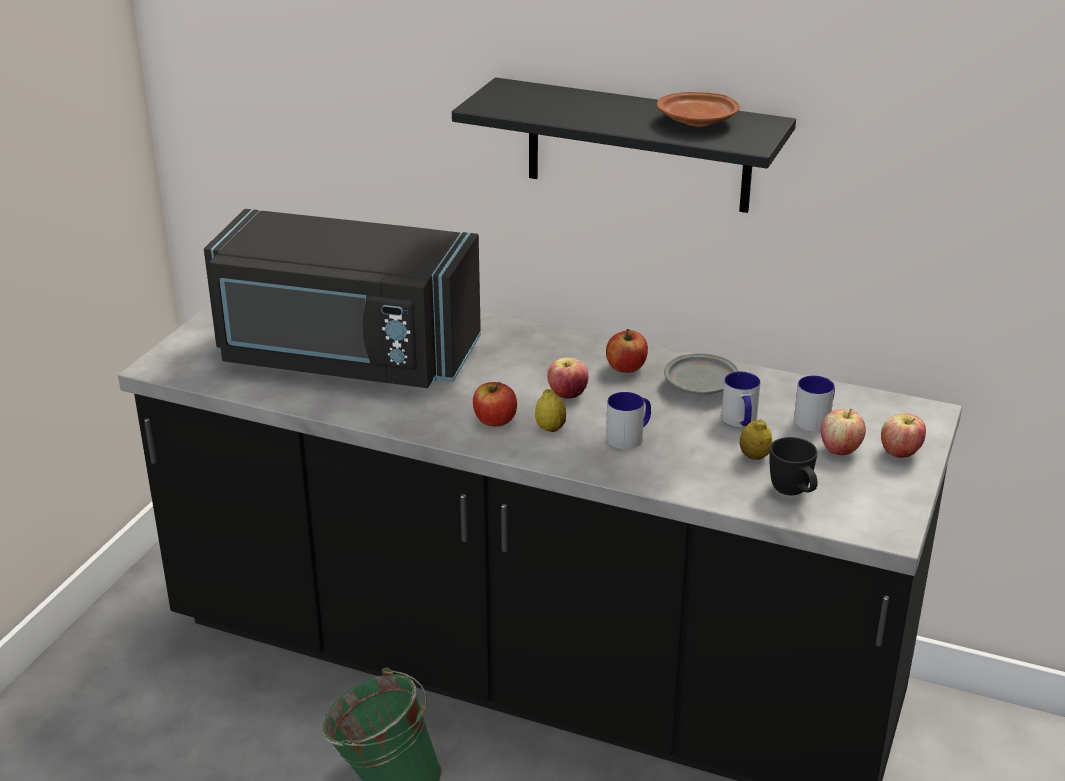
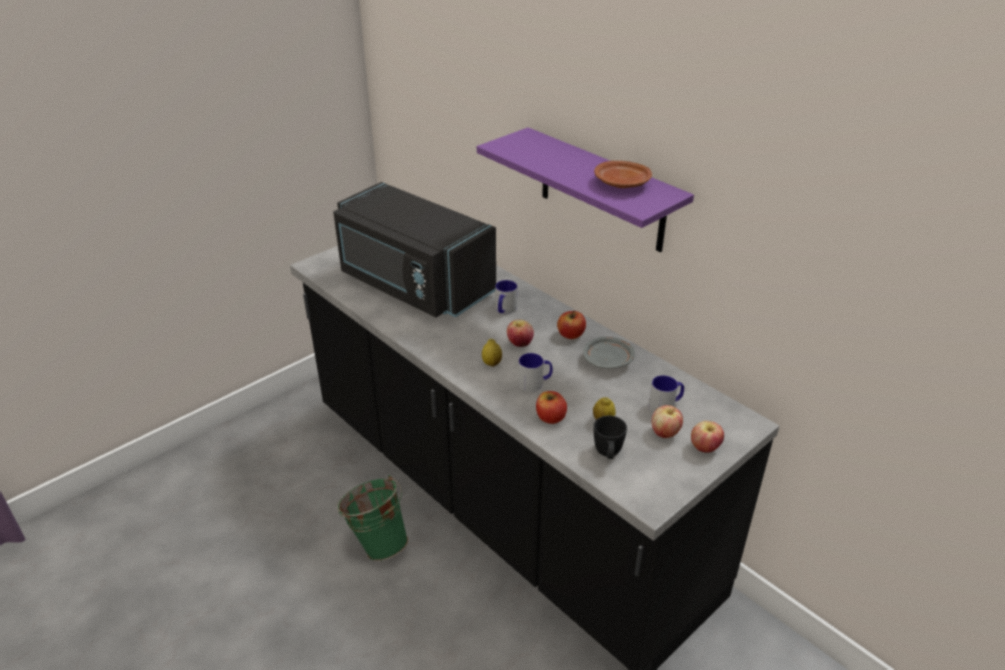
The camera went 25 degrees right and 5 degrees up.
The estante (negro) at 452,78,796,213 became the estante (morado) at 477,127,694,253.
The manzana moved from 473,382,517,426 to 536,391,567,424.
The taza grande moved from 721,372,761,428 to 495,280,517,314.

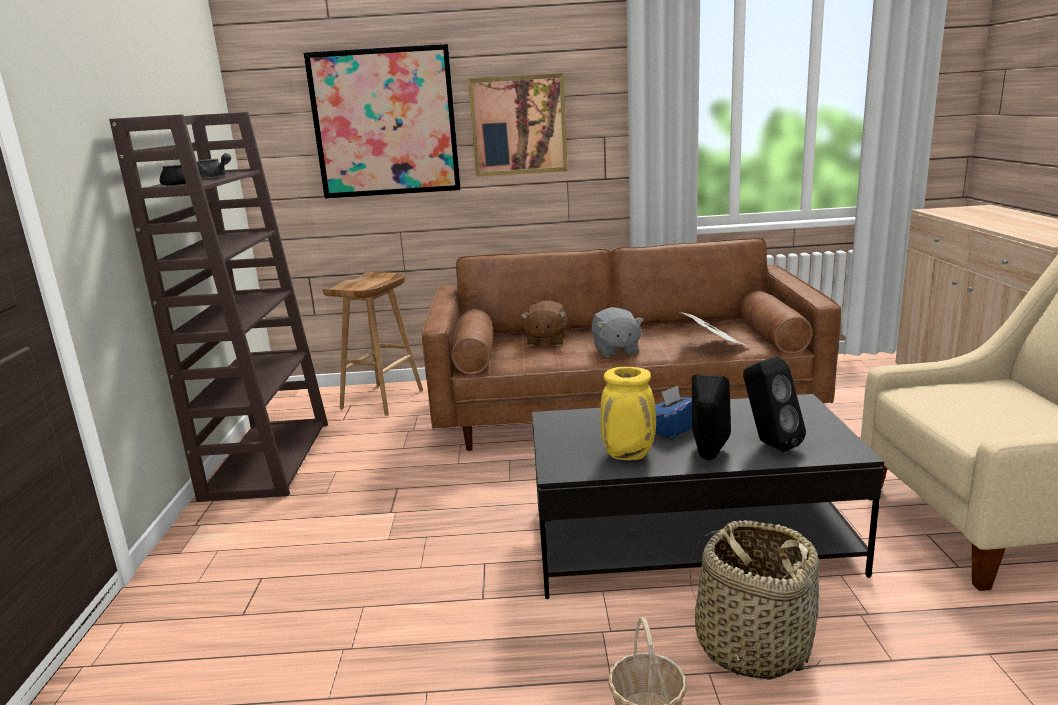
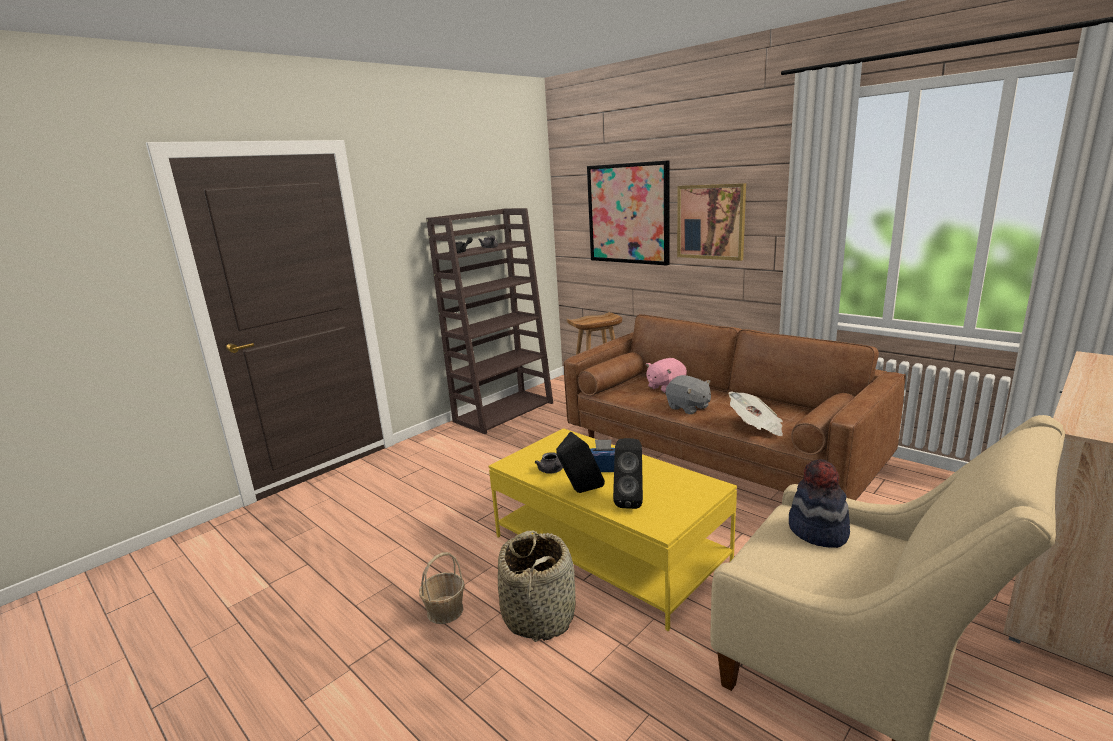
The camera went 45 degrees right and 0 degrees up.
The peluche (marrón) at 521,300,567,346 became the peluche (rosa) at 646,358,687,393.
The mesa de centro (negro) at 532,394,884,599 became the mesa de centro (amarillo) at 489,428,737,631.
The peluche (gris) at 591,307,644,357 turned 75 degrees counterclockwise.
The florero (amarillo) at 601,367,656,460 was replaced by the tetera (gris) at 535,452,563,474.
The sombrero at 789,459,850,548 appeared.

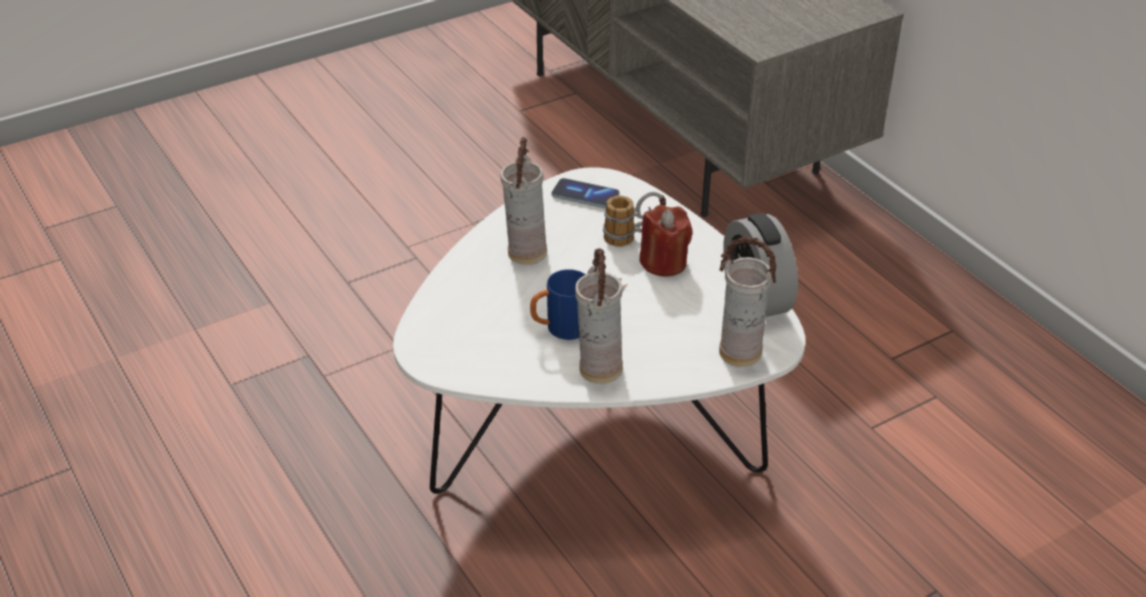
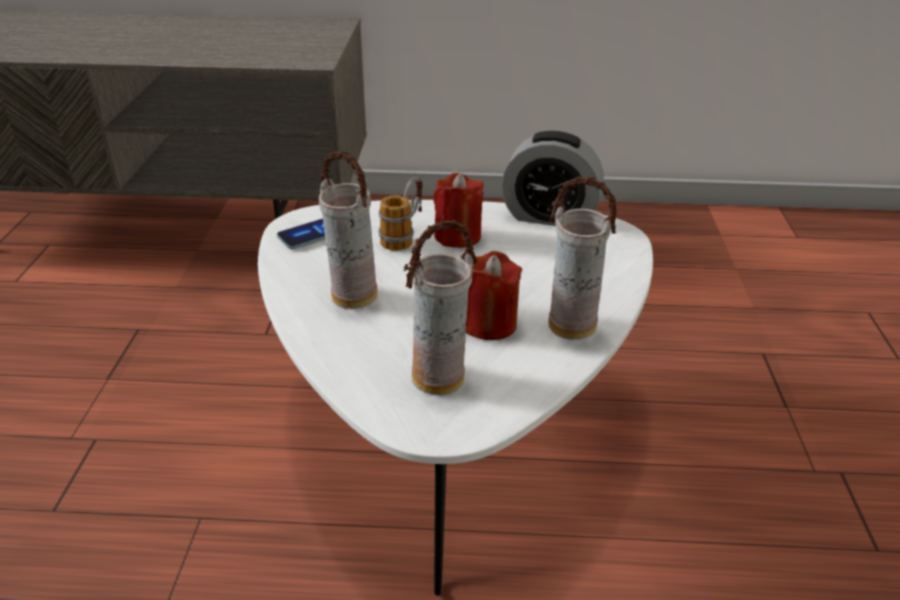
The camera went 55 degrees left and 5 degrees down.
The taza grande (azul) at 530,269,586,340 was replaced by the vela (rojo) at 466,251,522,340.
The florero moved from 719,236,777,367 to 404,220,477,396.

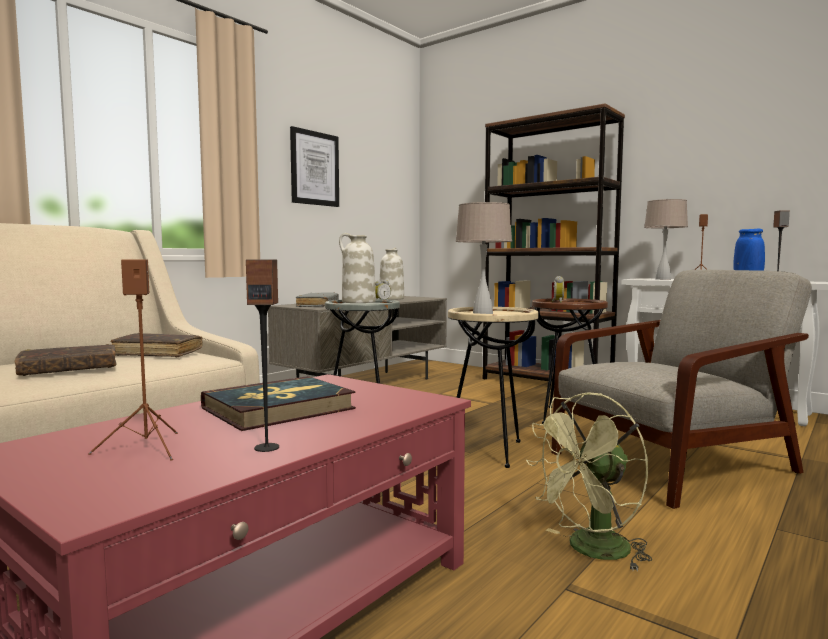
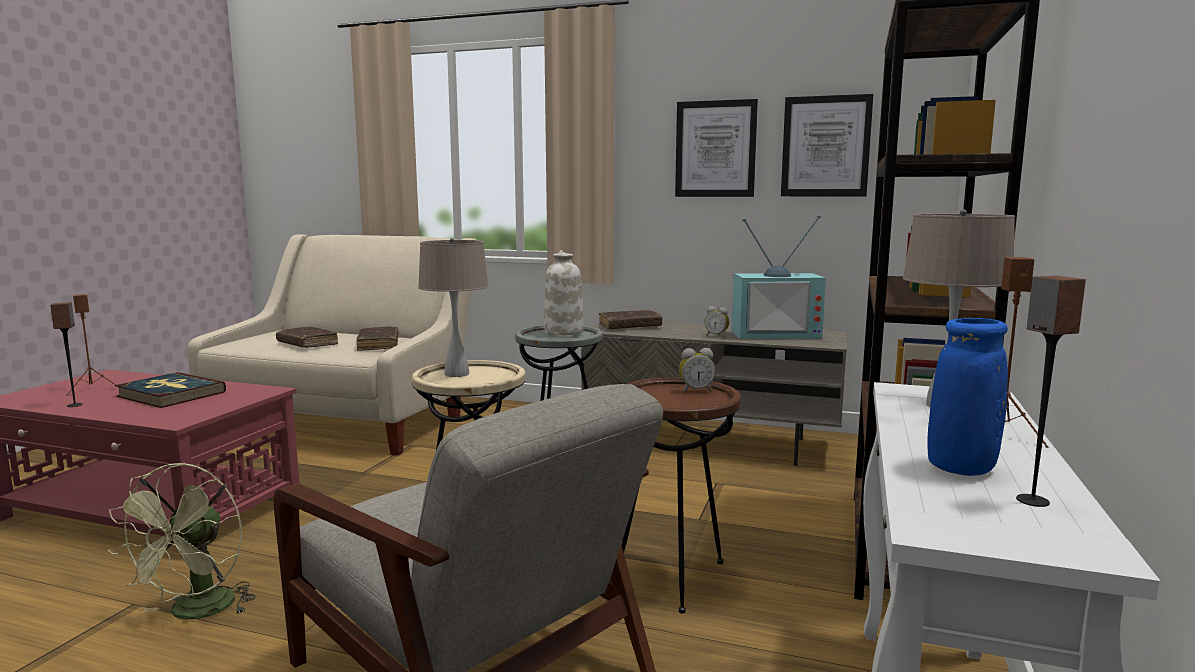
The camera went 70 degrees right and 5 degrees up.
The libro (gris) at 296,292,339,307 became the libro (marrón) at 599,310,662,330.
The florero (blanco) at 380,247,404,300 was replaced by the televisor at 732,214,826,339.
The ventilador (verde) at 526,392,652,572 turned 120 degrees counterclockwise.
The cuadro at 781,94,873,197 appeared.

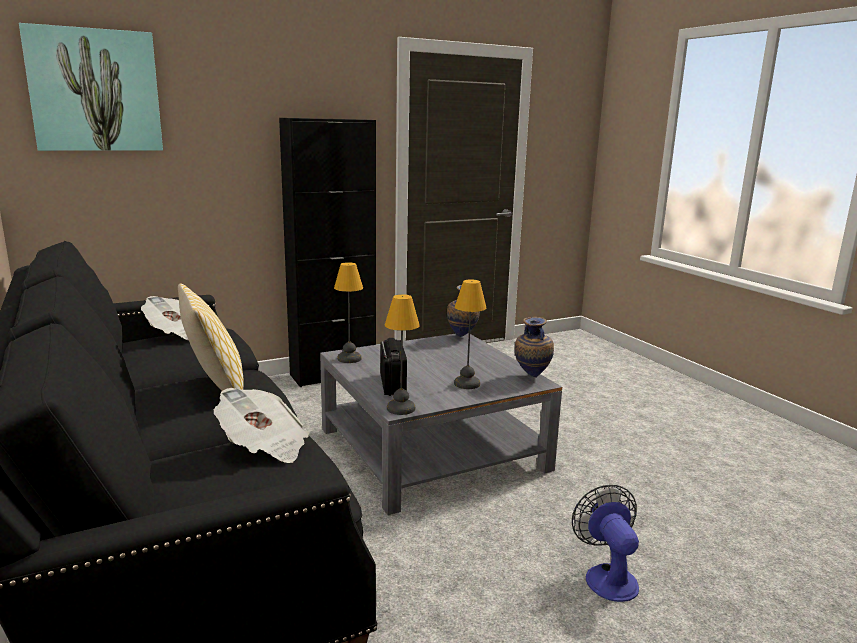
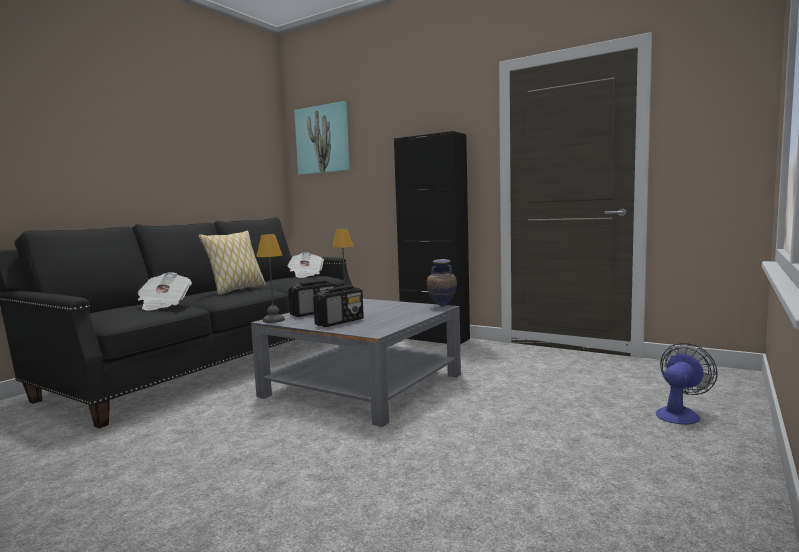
The camera went 60 degrees right and 10 degrees down.
The lámpara de mesa at 454,279,486,389 was replaced by the radio at 313,285,364,327.
The florero at 515,317,554,377 disappeared.
The ventilador moved from 572,485,639,602 to 656,343,718,425.

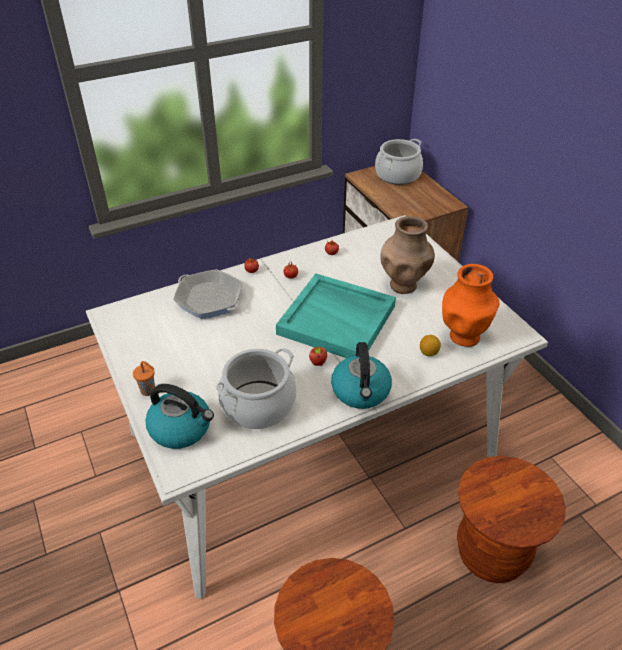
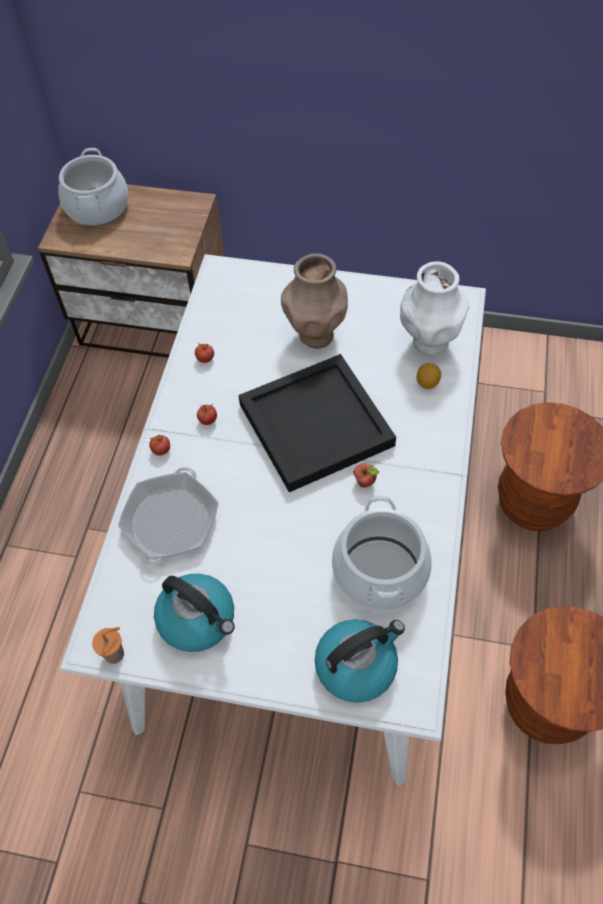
The camera went 50 degrees left and 15 degrees up.
The taza (naranja) moved from 133,361,155,396 to 92,627,124,664.
The sartén at 173,269,242,319 turned 60 degrees counterclockwise.
The bandeja (turquesa) at 276,274,396,358 became the bandeja (negro) at 238,354,396,492.
The hervidor moved from 331,342,392,409 to 154,574,235,652.
The florero (naranja) at 442,264,500,347 became the florero (blanco) at 400,261,469,355.

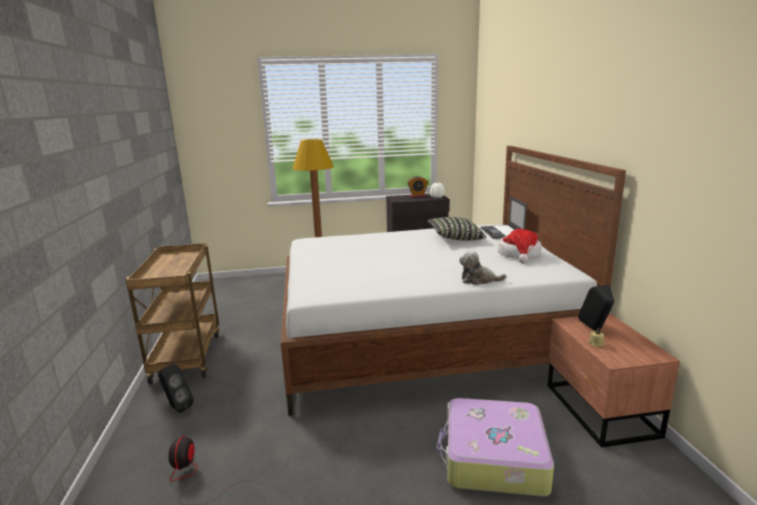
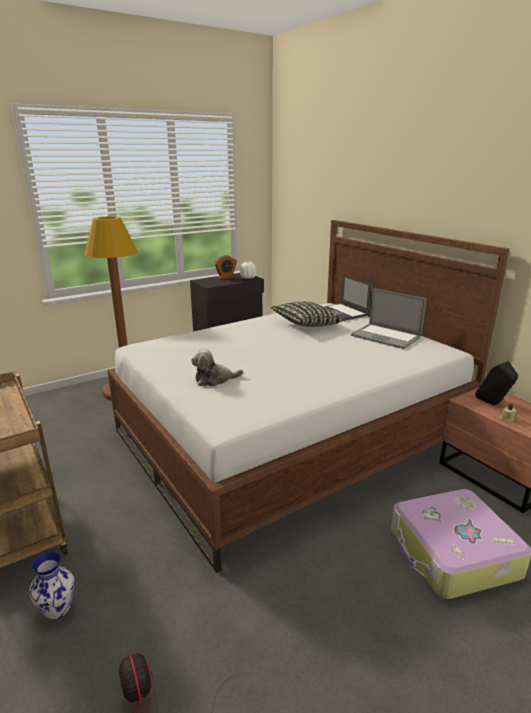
The camera went 25 degrees left and 5 degrees up.
The altavoz (negro) at 158,364,194,413 was replaced by the florero at 29,551,75,620.
The peluche moved from 459,250,507,285 to 191,349,243,386.
The sombrero at 498,229,541,264 was replaced by the portátil at 351,288,426,349.

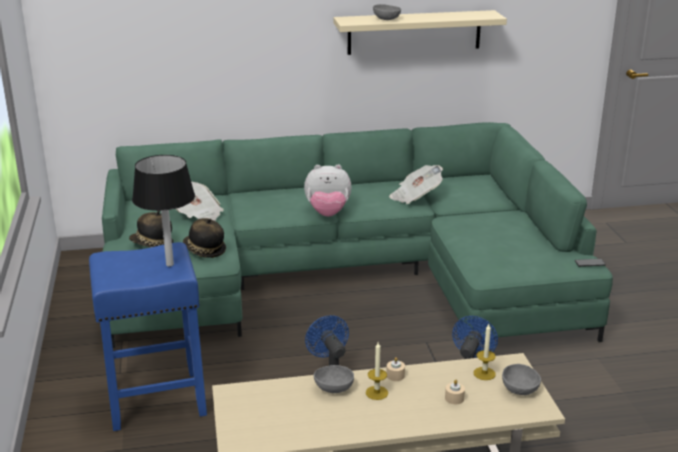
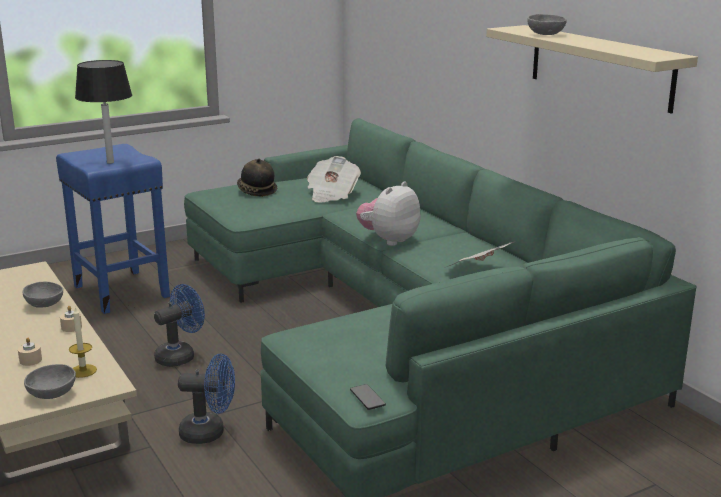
The camera went 70 degrees right and 5 degrees down.
The sombrero at 183,218,226,258 disappeared.
The peluche at 304,164,352,217 turned 60 degrees clockwise.
The vela at 366,342,388,400 disappeared.

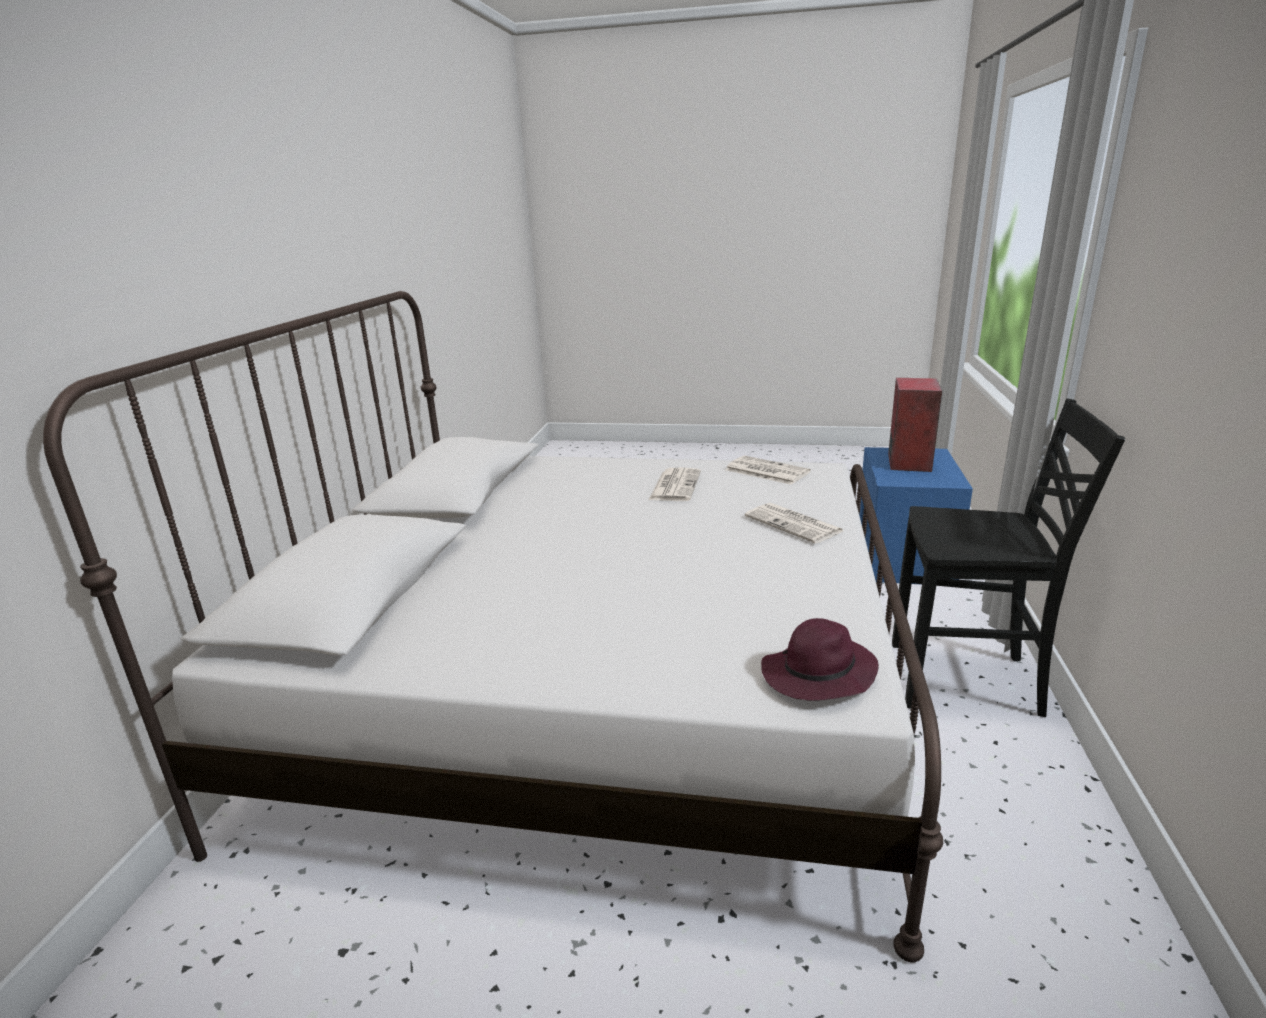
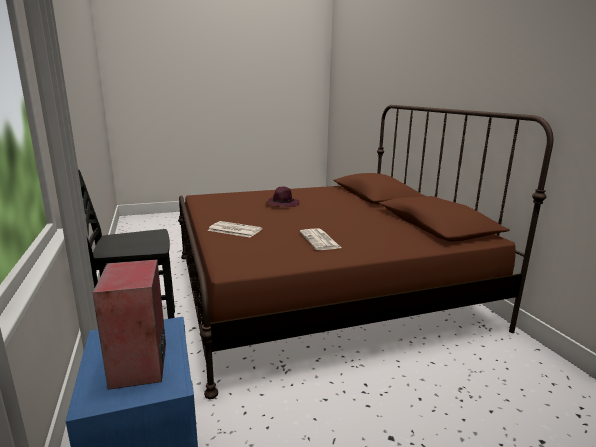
The camera went 150 degrees right and 5 degrees down.
The cama (blanco) at 43,291,943,962 became the cama (marrón) at 178,105,553,399.
The periódico at 725,456,811,485 disappeared.
The sombrero (morado) moved from 761,618,879,701 to 267,186,300,207.

